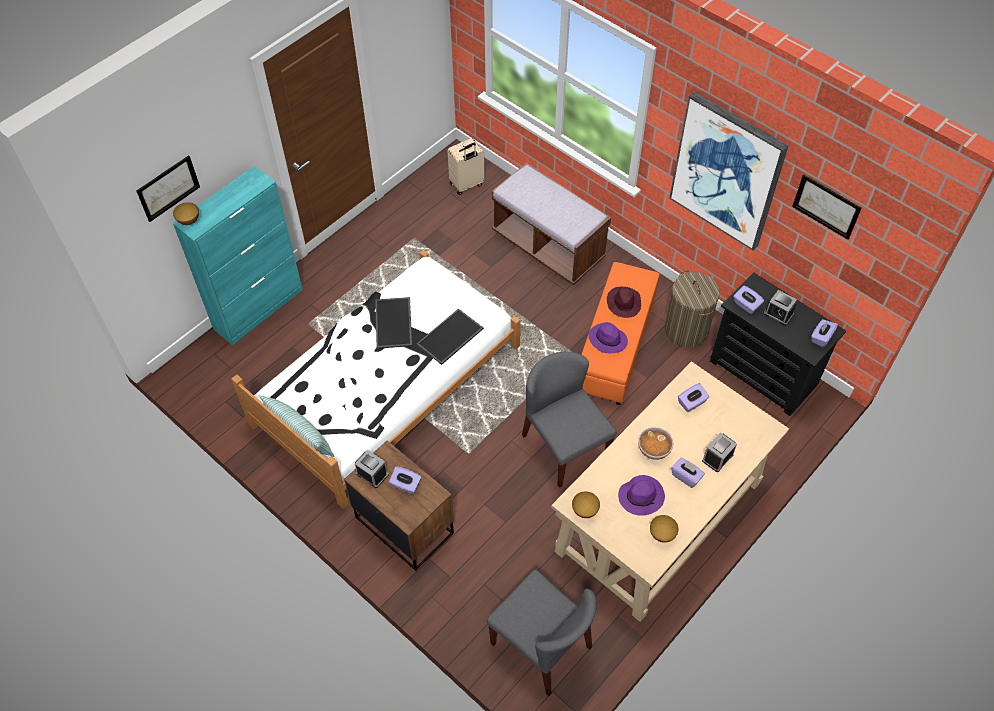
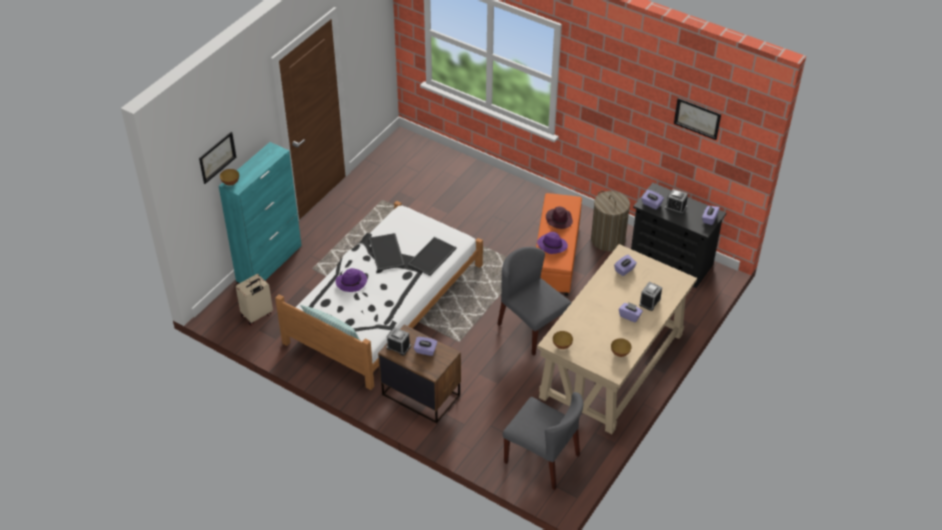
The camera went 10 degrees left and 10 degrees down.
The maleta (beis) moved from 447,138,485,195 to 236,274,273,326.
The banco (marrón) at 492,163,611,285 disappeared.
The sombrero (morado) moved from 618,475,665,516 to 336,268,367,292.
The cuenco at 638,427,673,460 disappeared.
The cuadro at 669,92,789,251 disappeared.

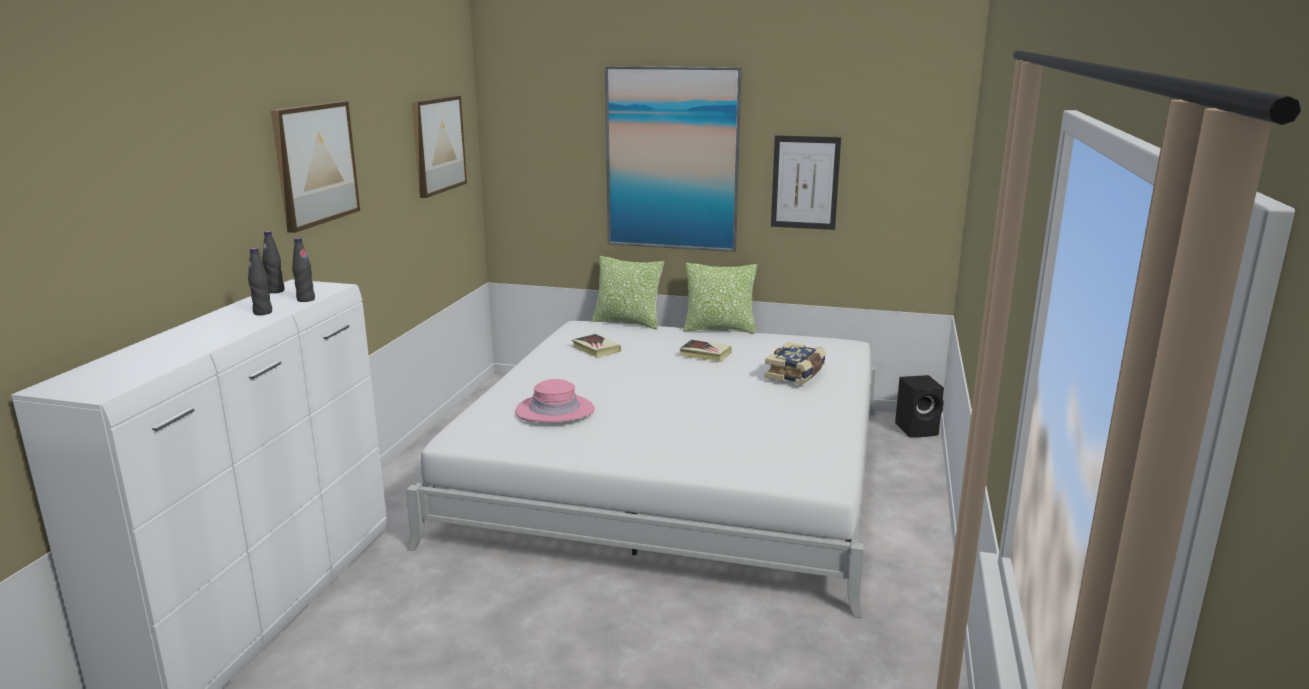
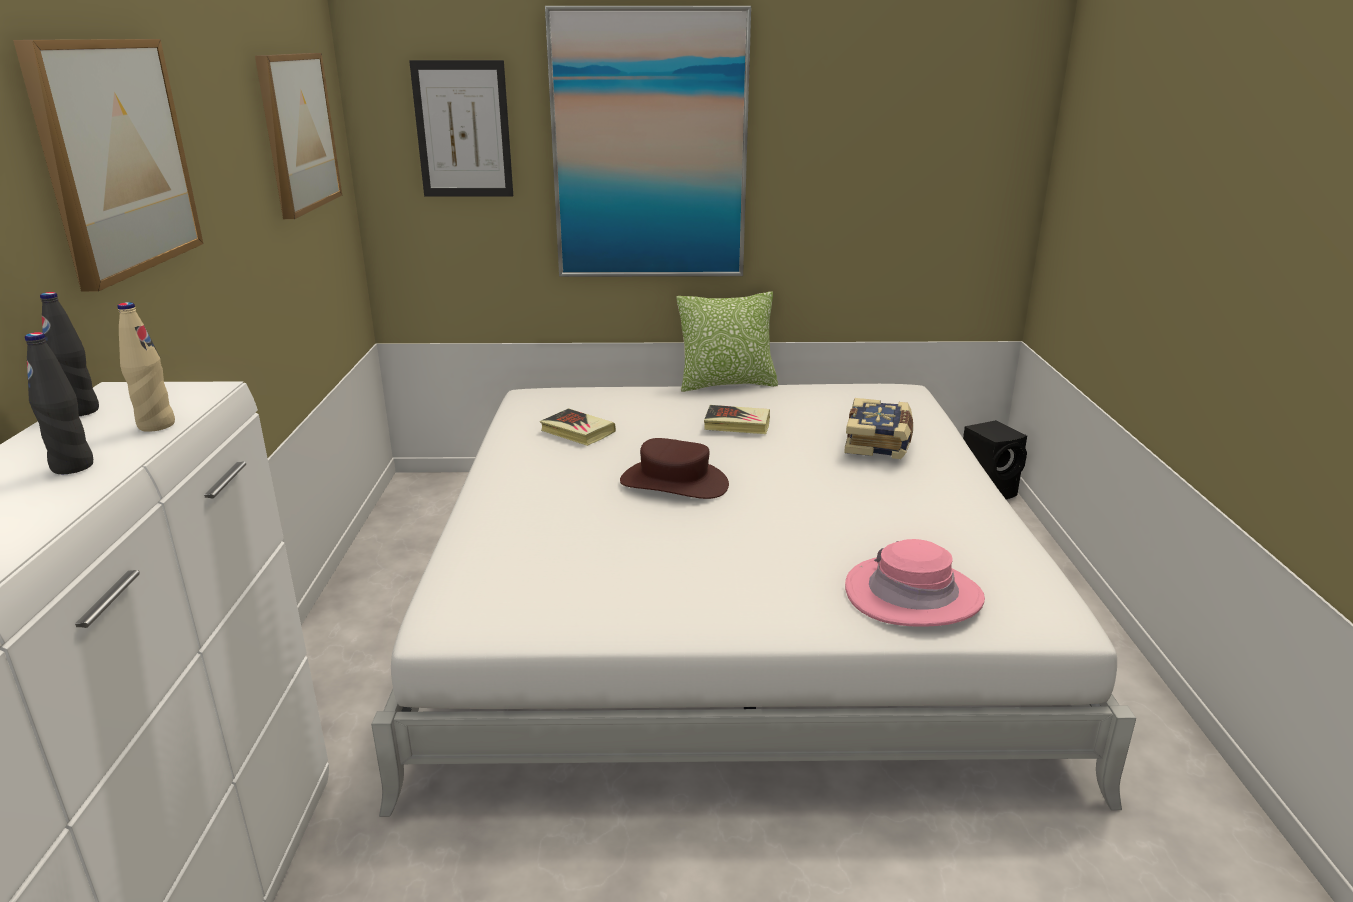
The camera went 15 degrees left and 5 degrees up.
The botella (negro) at 292,238,315,302 became the botella (beis) at 117,302,175,432.
The sombrero (rosa) moved from 515,379,595,422 to 845,539,985,627.
The cojín at 592,256,664,329 disappeared.
The cuadro moved from 771,135,841,230 to 409,60,513,197.
The sombrero (marrón) at 620,438,729,499 appeared.

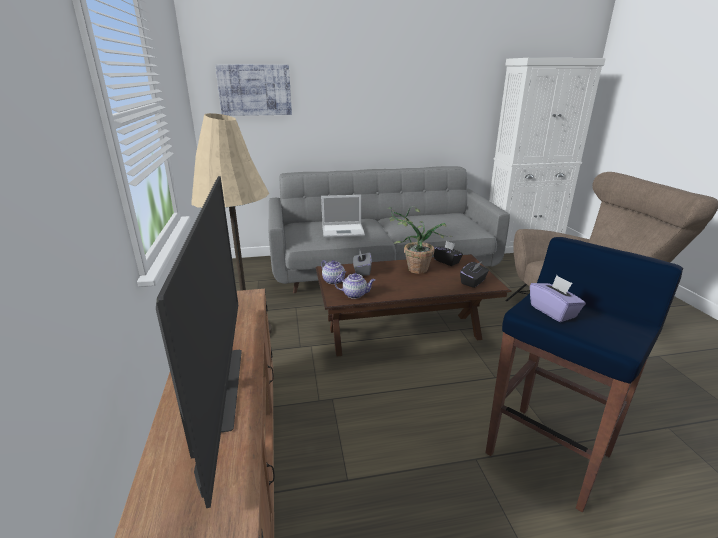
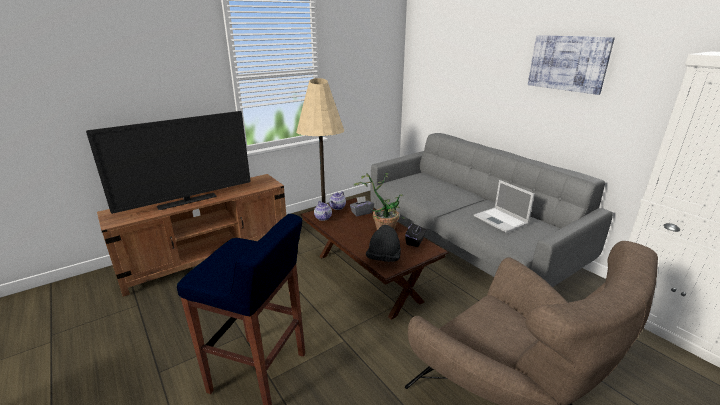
The camera went 65 degrees right and 0 degrees up.
The cuadro moved from 215,65,292,116 to 528,35,615,95.
The portátil moved from 321,195,365,237 to 474,180,535,233.
The caja de pañuelos (negro) at 460,261,489,288 was replaced by the sombrero (negro) at 366,225,401,262.
The caja de pañuelos (morado) at 530,275,586,322 disappeared.

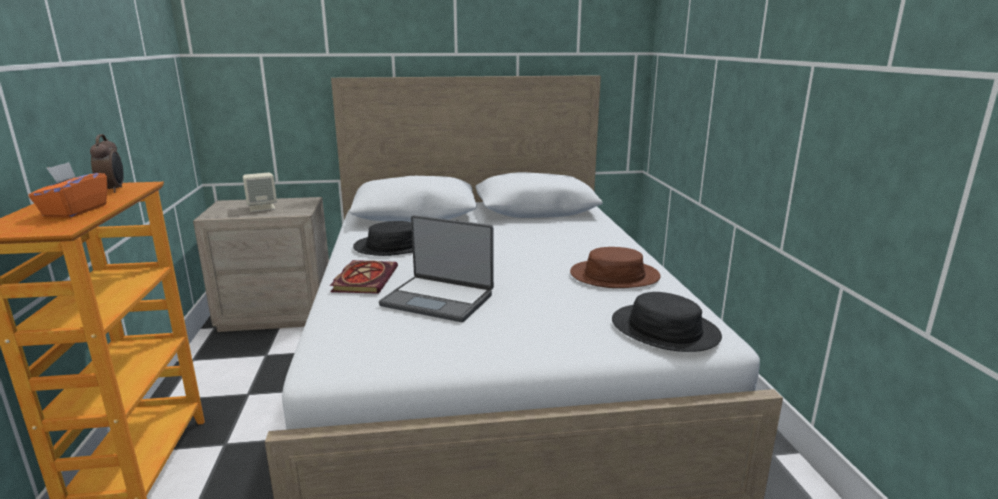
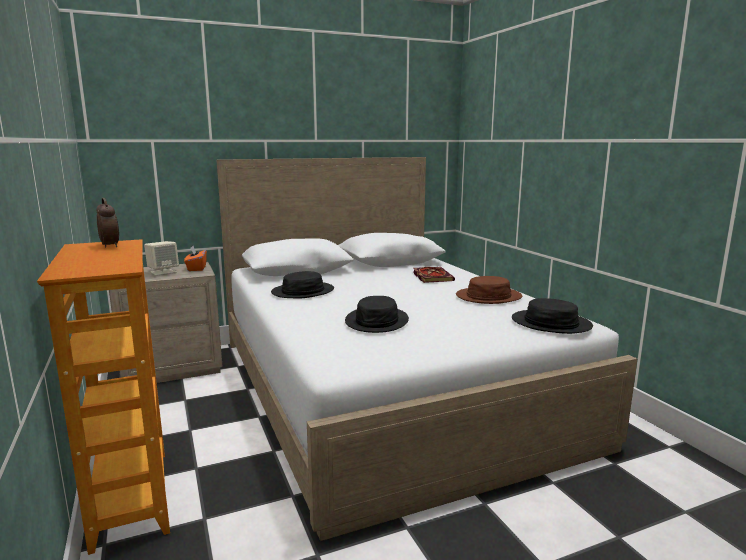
The camera went 15 degrees left and 5 degrees down.
The caja de pañuelos (naranja) moved from 28,162,107,218 to 184,246,207,271.
The libro moved from 330,260,398,294 to 413,267,455,283.
The portátil at 379,215,494,322 was replaced by the sombrero (negro) at 345,296,409,333.

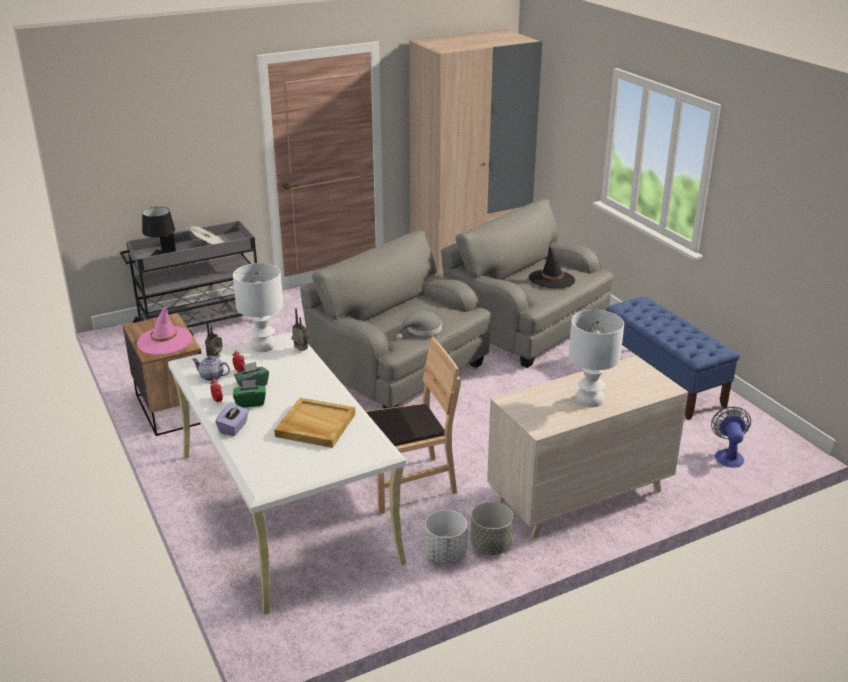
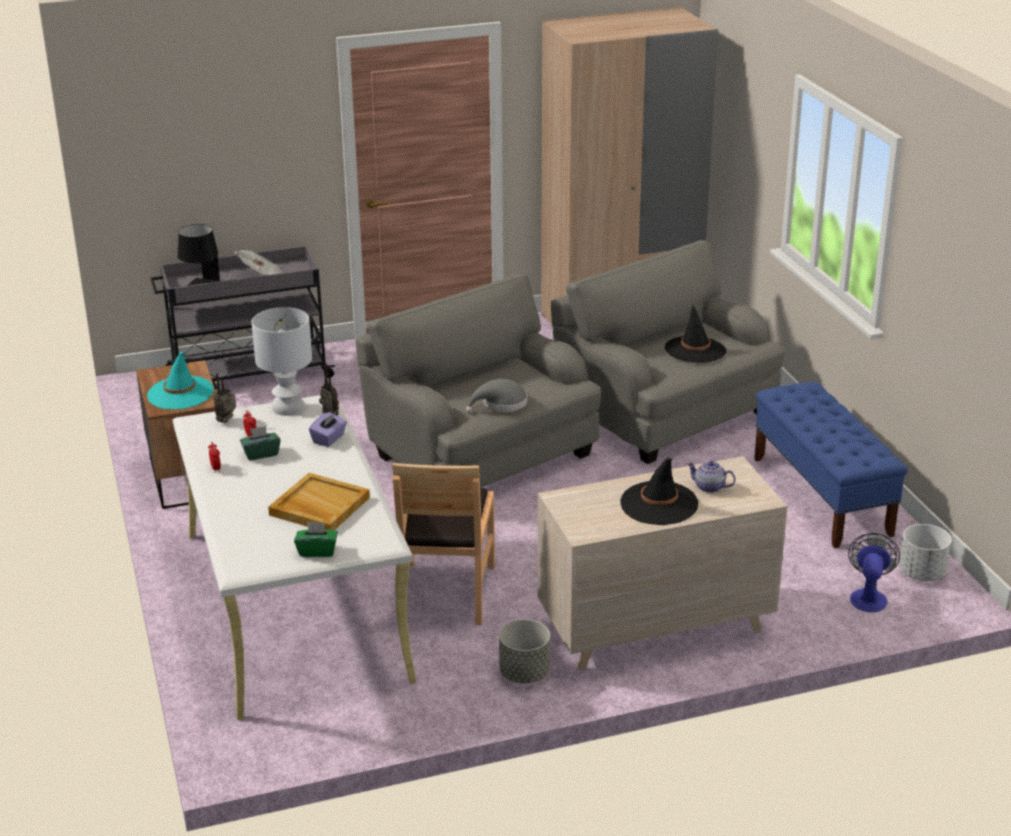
The camera went 10 degrees right and 0 degrees up.
The sombrero (rosa) at 137,307,192,355 became the sombrero (turquesa) at 147,352,214,409.
The tetera moved from 192,356,230,381 to 687,461,736,493.
The caja de pañuelos (morado) moved from 215,403,249,436 to 309,412,347,447.
The caja de pañuelos (verde) moved from 233,380,266,408 to 294,522,338,557.
The silla (marrón) at 365,337,461,515 turned 105 degrees clockwise.
The maceta (blanco) moved from 425,510,468,564 to 899,524,952,581.
The lámpara de mesa (blanco) at 569,310,624,407 was replaced by the sombrero (negro) at 620,458,698,525.

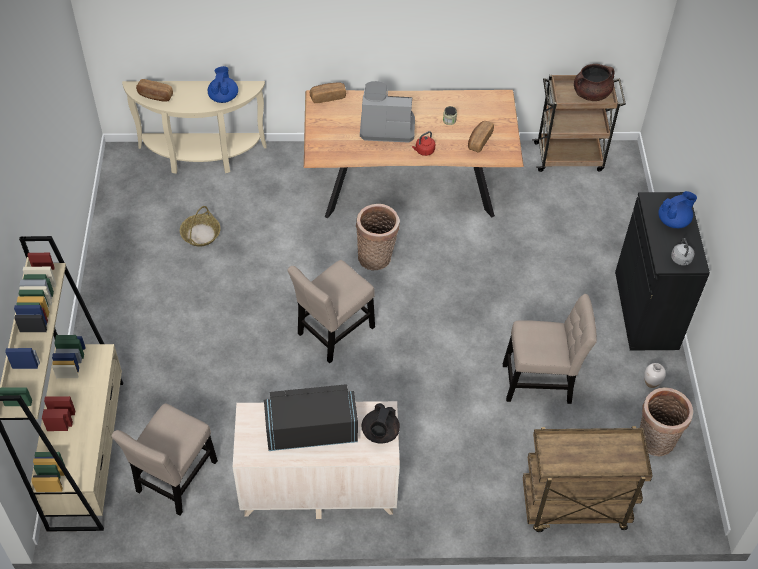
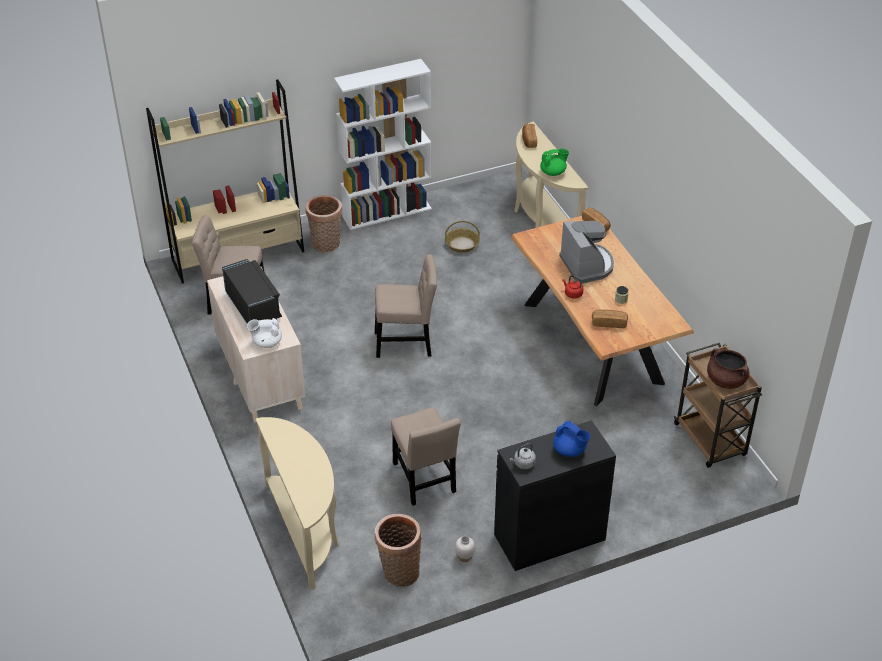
The camera went 70 degrees right and 10 degrees down.
The tetera (azul) at 208,66,238,103 became the tetera (verde) at 540,149,569,176.
The silla (beis) at 288,260,375,363 turned 150 degrees clockwise.
The cesta moved from 356,204,400,271 to 306,195,342,252.
The tetera (negro) at 362,403,400,444 became the tetera (blanco) at 247,318,282,348.
The carrito (marrón) at 523,426,653,532 was replaced by the mesa consola (beis) at 256,417,338,590.
The estantería (blanco) at 334,59,432,230 appeared.

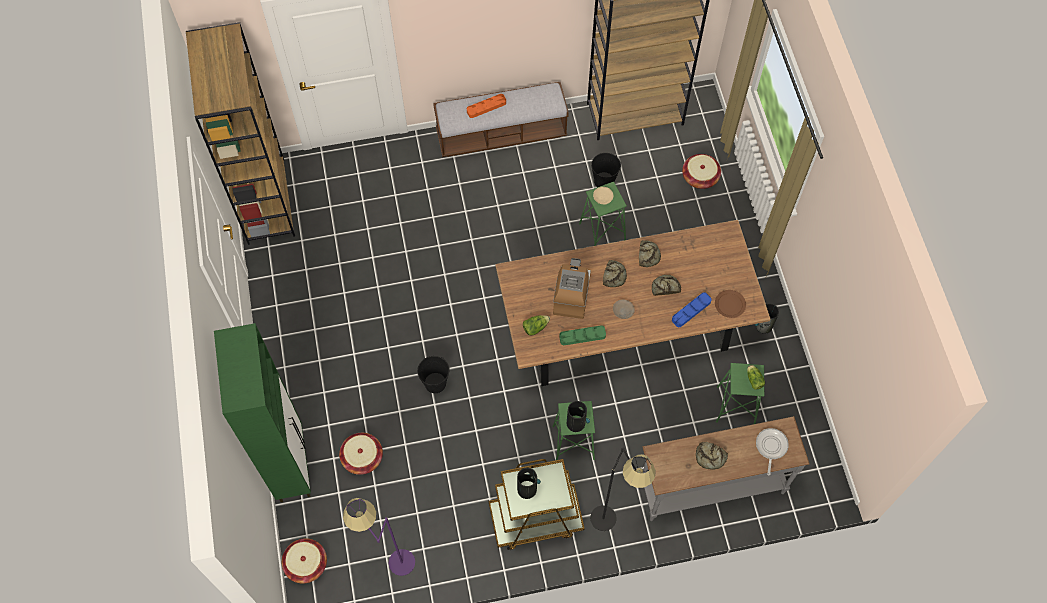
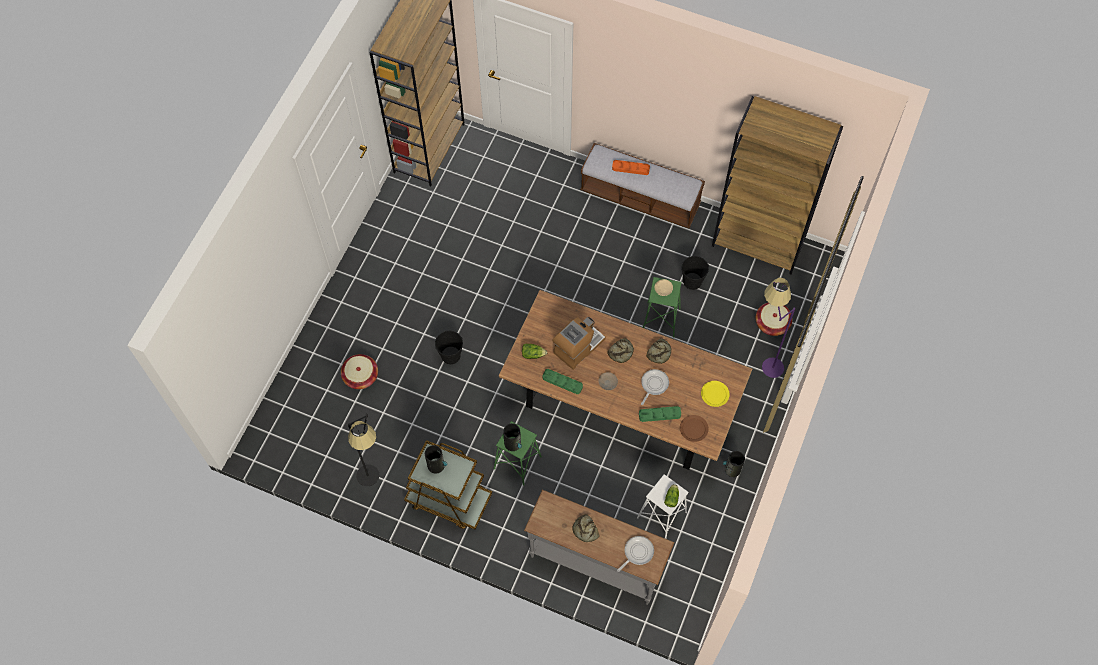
The camera went 35 degrees right and 0 degrees up.
The armario (verde) at 214,323,311,502 disappeared.
The cesta at 282,538,327,584 disappeared.
The lámpara de pie (morado) moved from 343,498,415,576 to 762,278,795,378.
The lámpara de pie (negro) moved from 590,447,656,531 to 348,414,380,486.
The pan at 652,275,681,296 was replaced by the sartén at 641,369,669,405.
The bandeja (azul) at 672,292,712,327 became the bandeja (verde) at 639,406,681,422.
The taburete (verde) at 716,363,764,424 became the taburete (blanco) at 637,474,689,539.
The plato (amarillo) at 701,381,730,407 appeared.

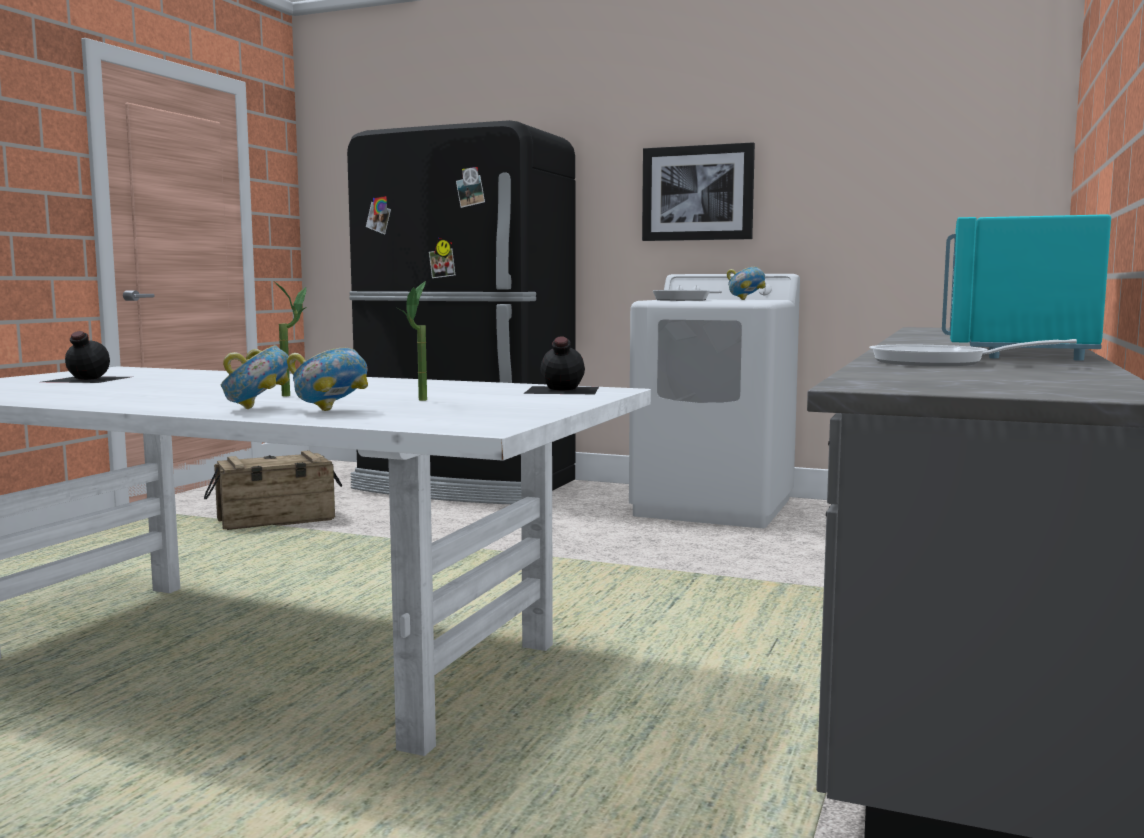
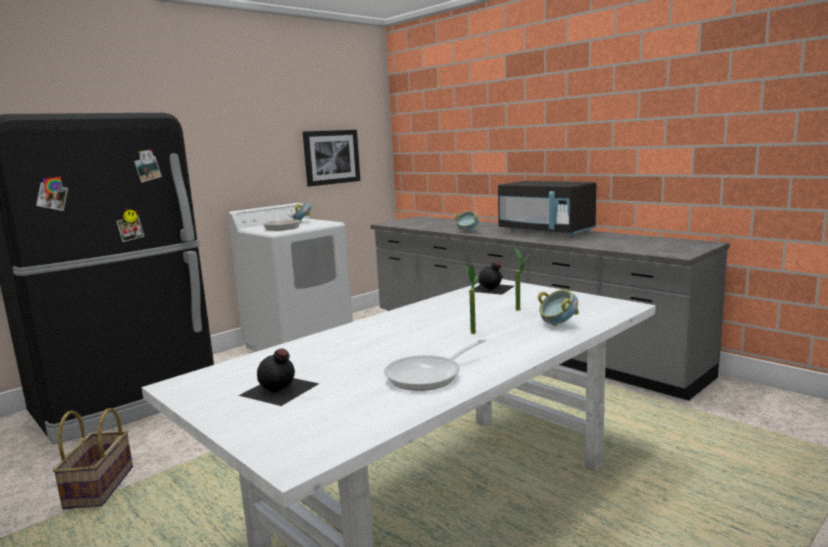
The camera went 65 degrees left and 5 degrees up.
The caja de embalaje at 204,451,342,530 was replaced by the cesta at 53,408,133,509.
The cuenco moved from 221,345,289,409 to 454,211,479,232.
The cuadro moved from 642,142,755,241 to 303,130,360,187.
The sartén moved from 869,339,1077,366 to 384,339,486,391.
The microondas (turquesa) at 942,214,1111,361 became the microondas (negro) at 498,181,596,236.

